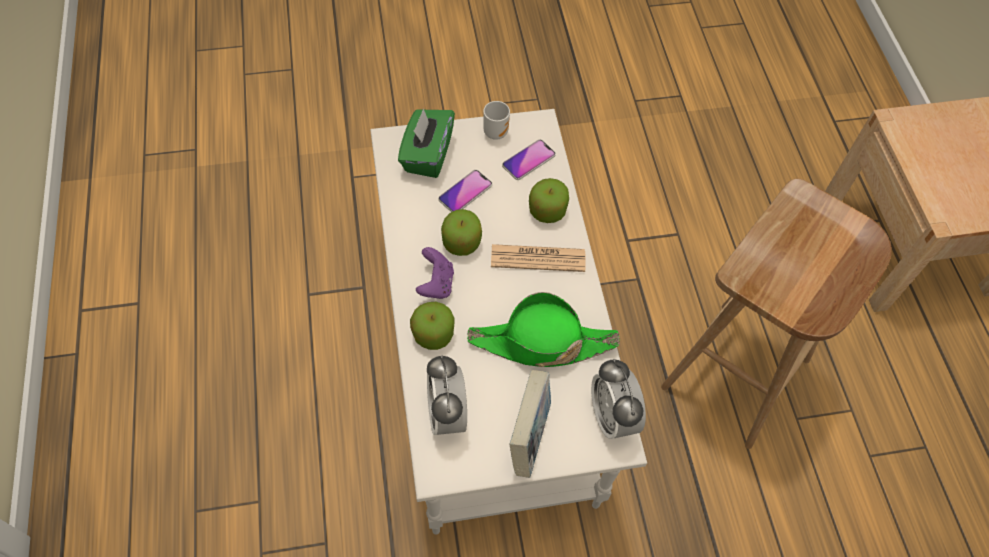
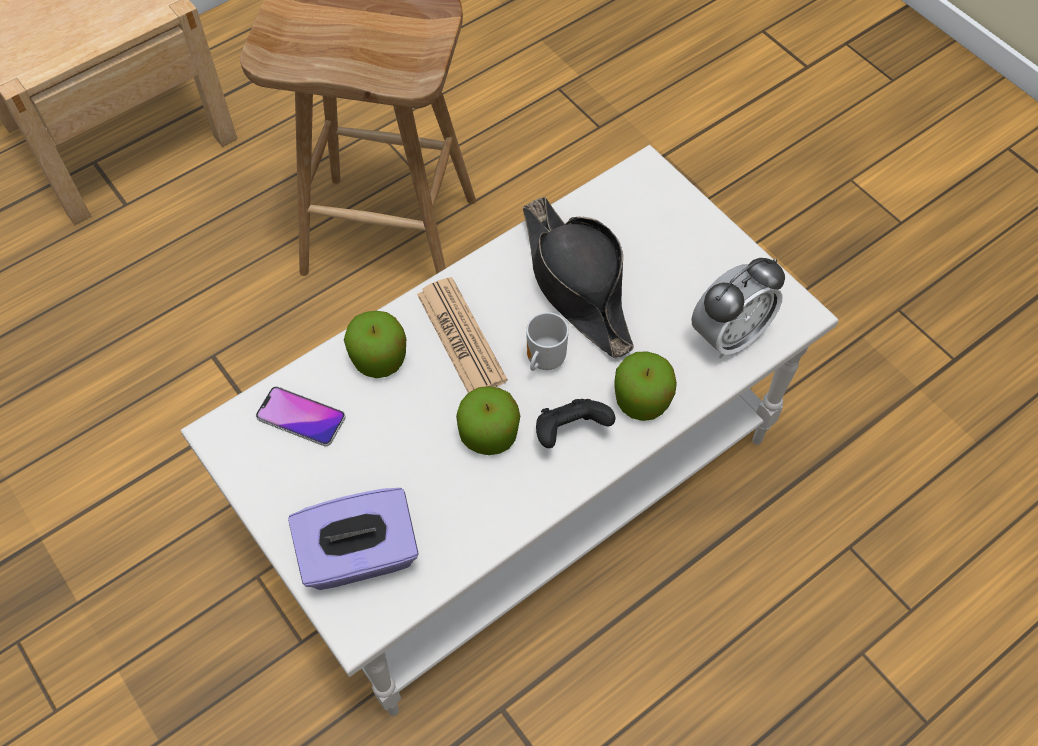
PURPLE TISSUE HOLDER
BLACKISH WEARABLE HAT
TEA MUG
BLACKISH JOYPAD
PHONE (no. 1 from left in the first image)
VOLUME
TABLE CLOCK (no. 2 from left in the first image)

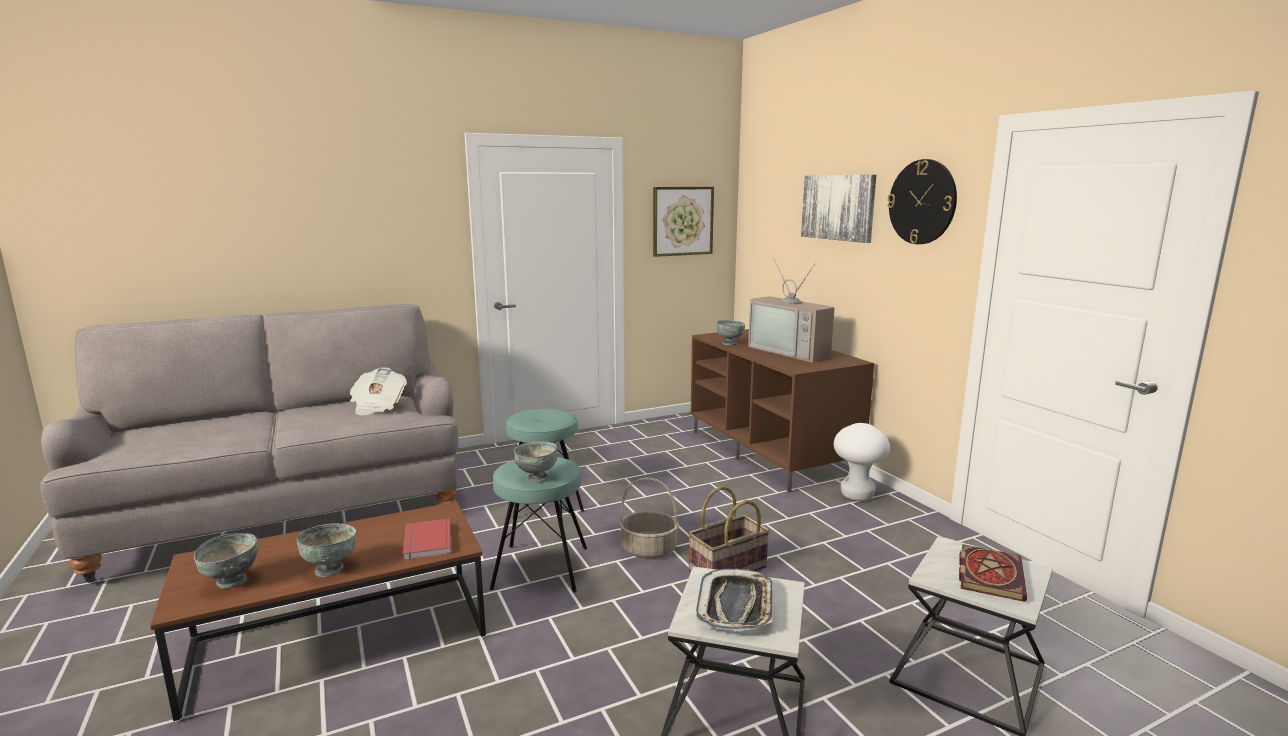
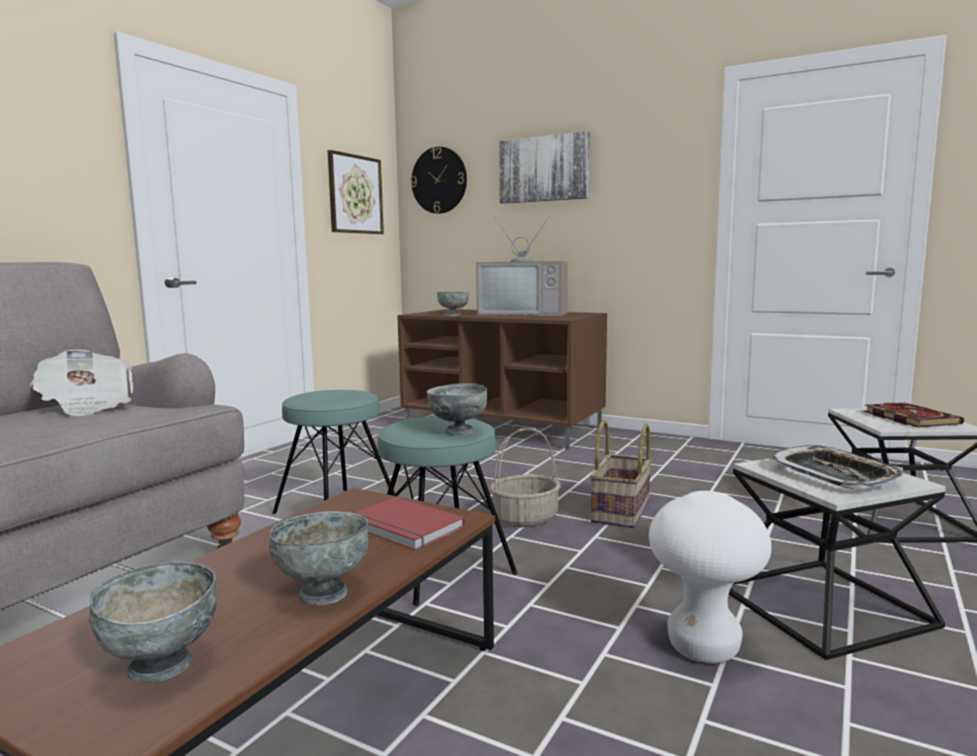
CLOCK ON THE WALL
WHITISH STOOL SEAT

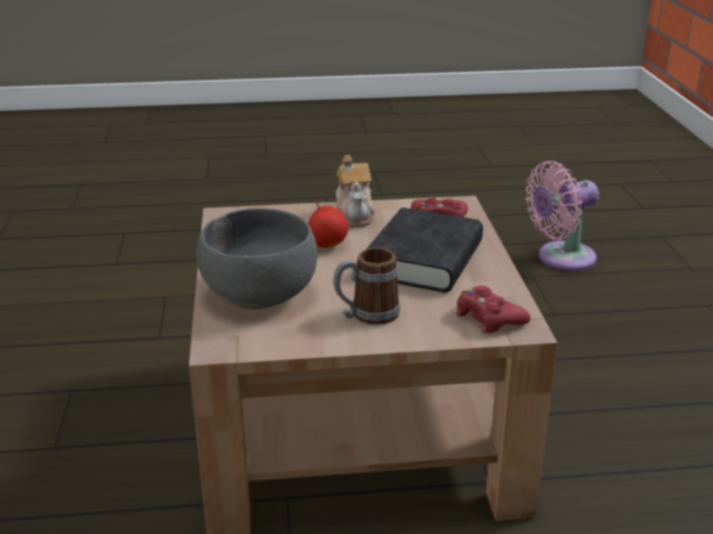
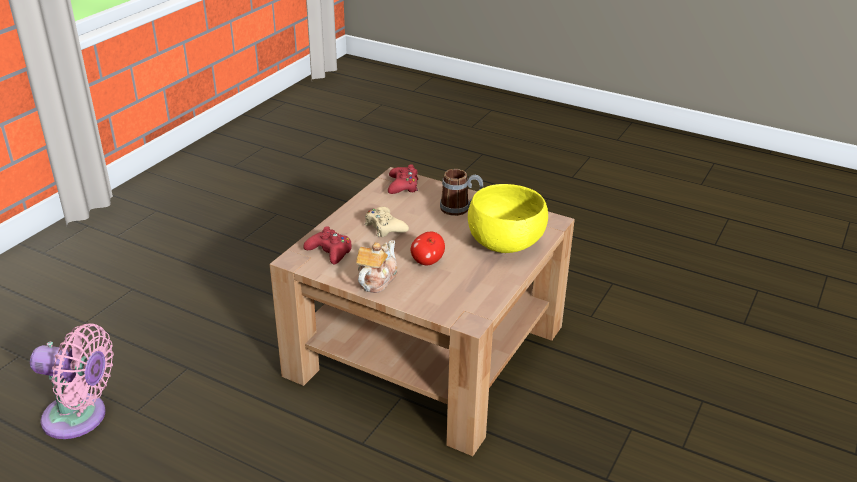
SAND-COLOURED JOYPAD
YELLOW DEEP DISH

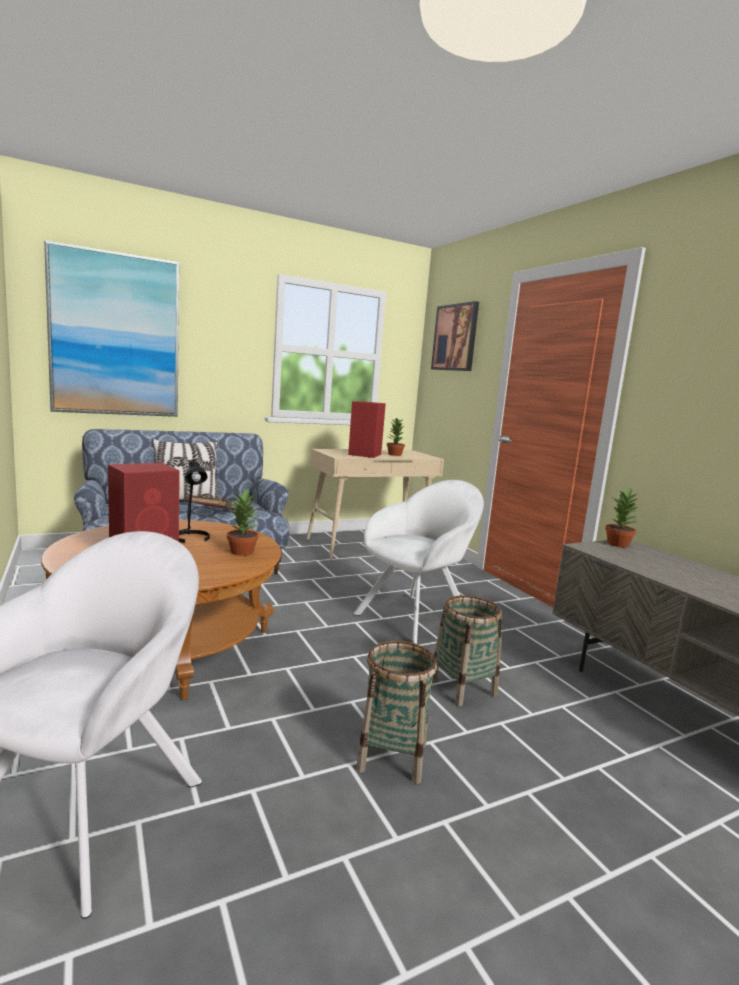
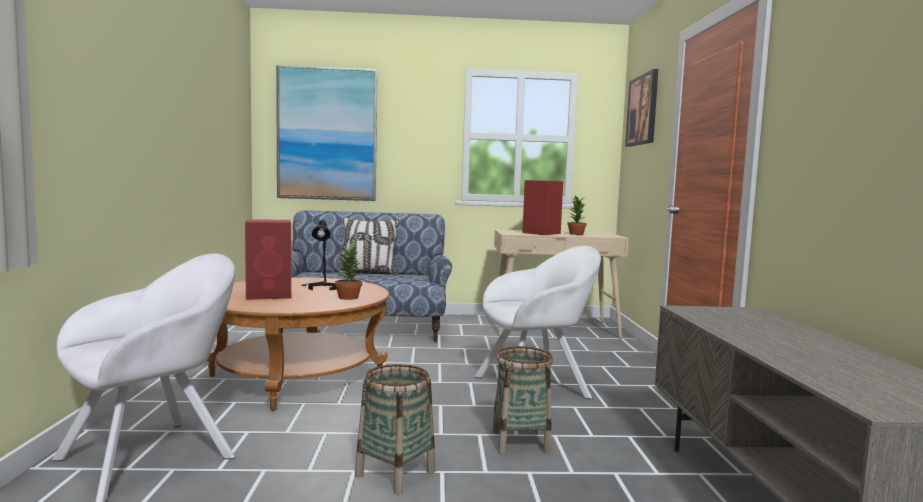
BROWNISH VOLUME
PLANT IN A POT (no. 3 from left in the first image)

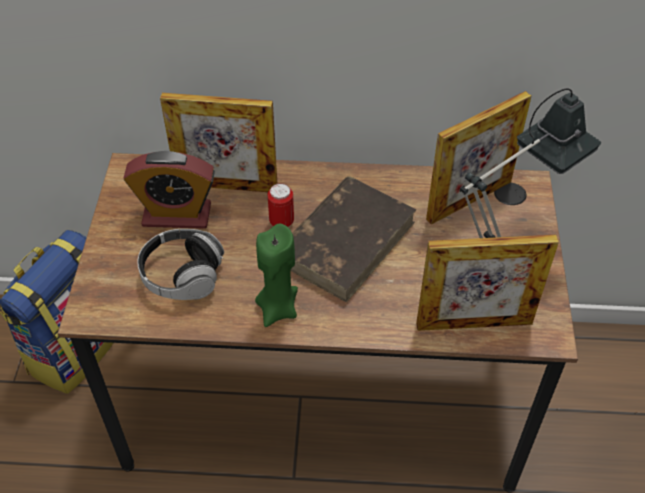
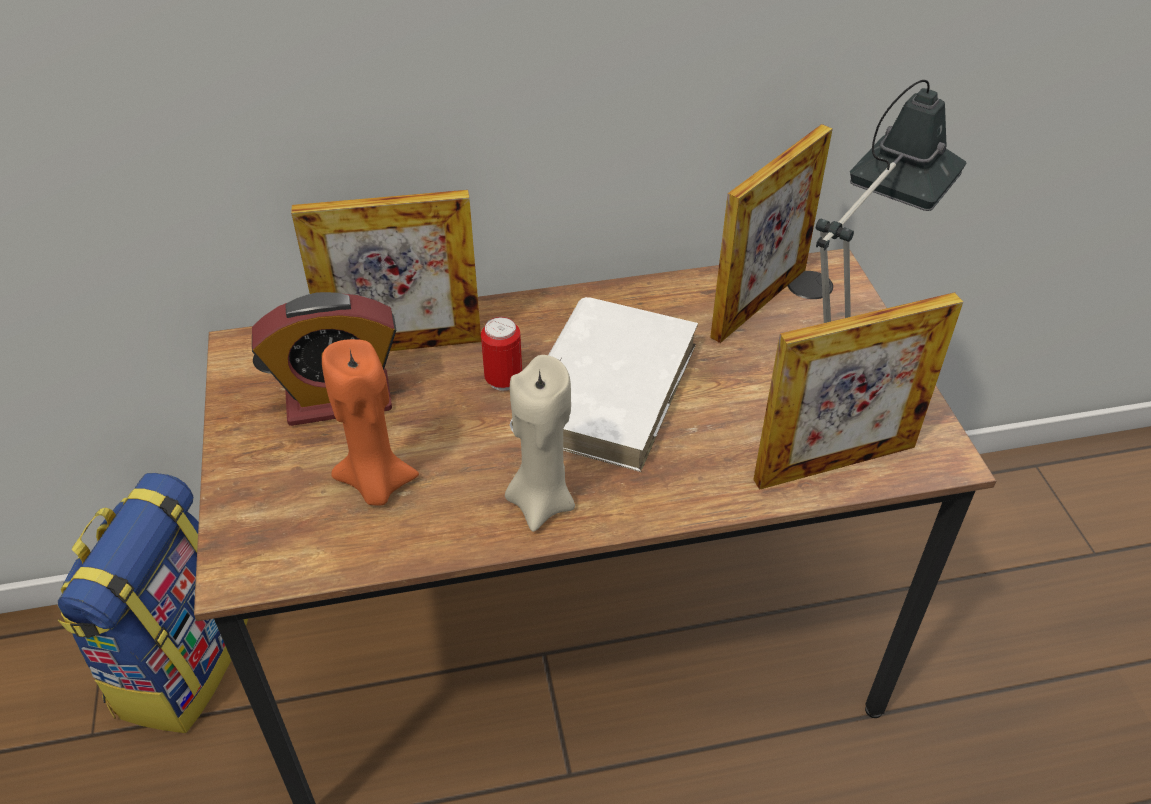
ORANGE WAX CANDLE
SAND-COLOURED WAX CANDLE
WHITISH VOLUME

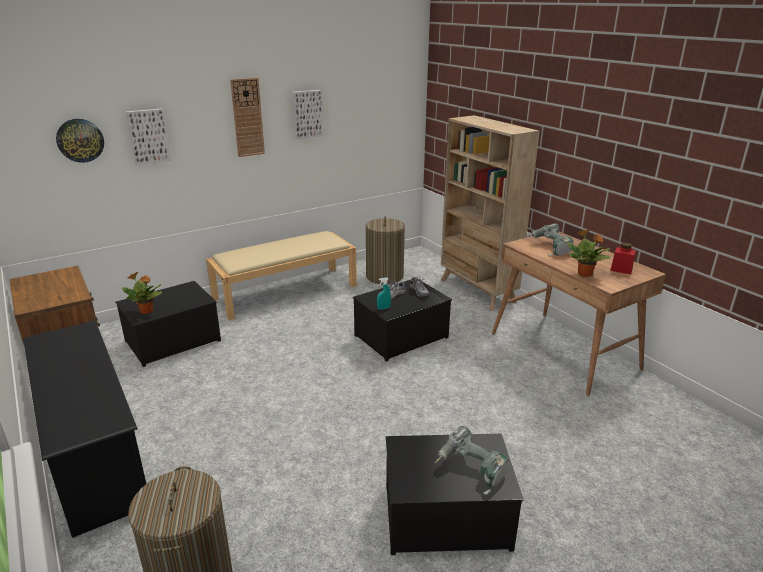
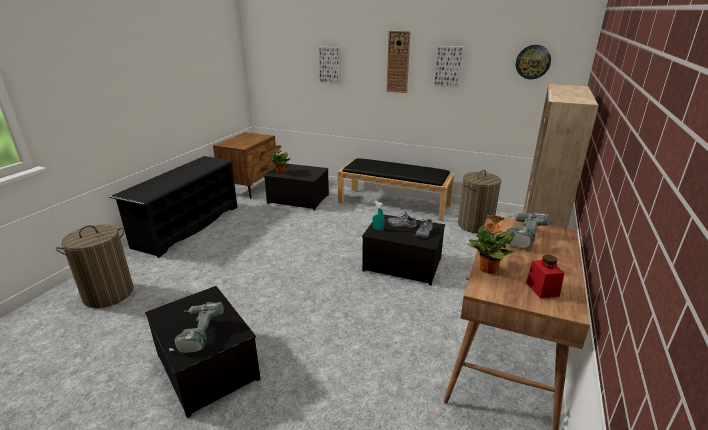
BLACKISH BENCH
CLOCK ON THE WALL (no. 2 from left)

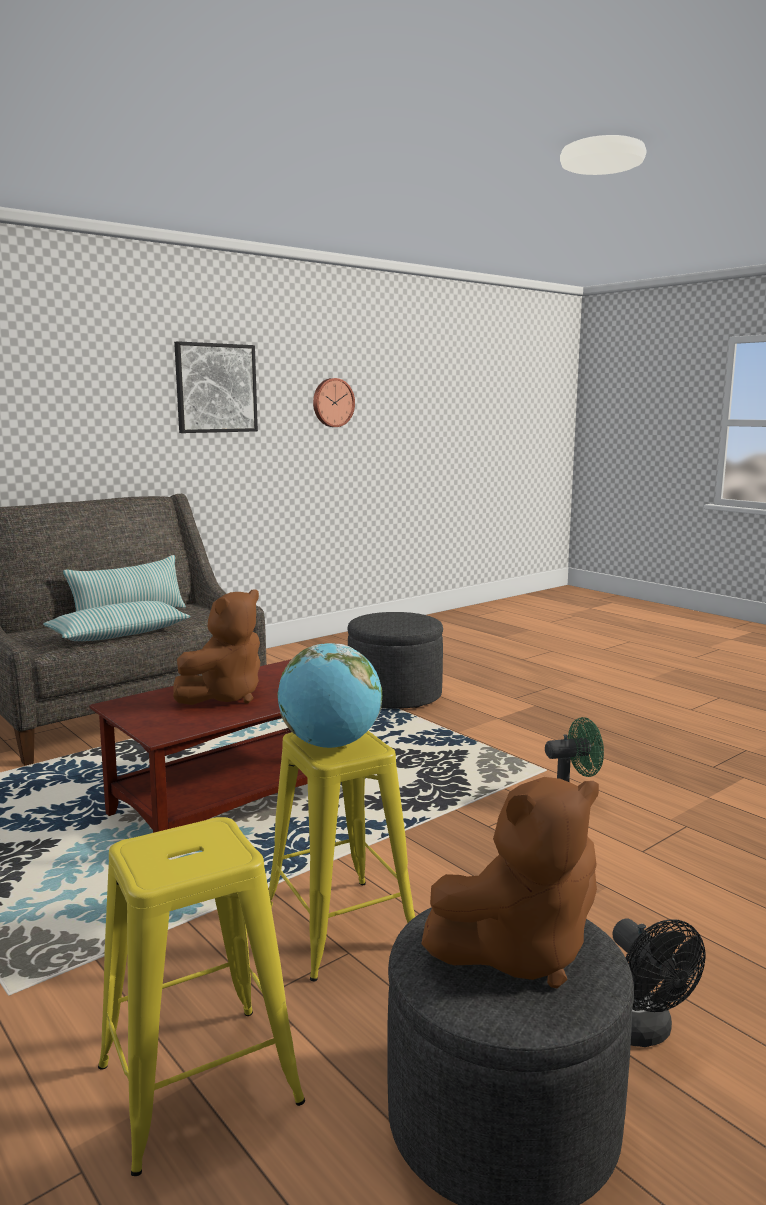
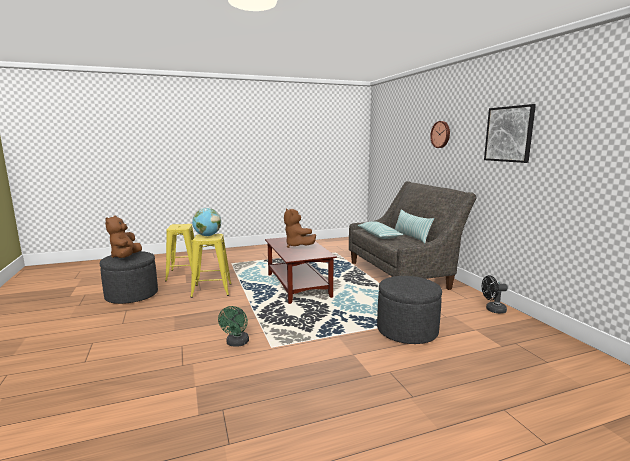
CLOCK ON THE WALL
BLACKISH FAN

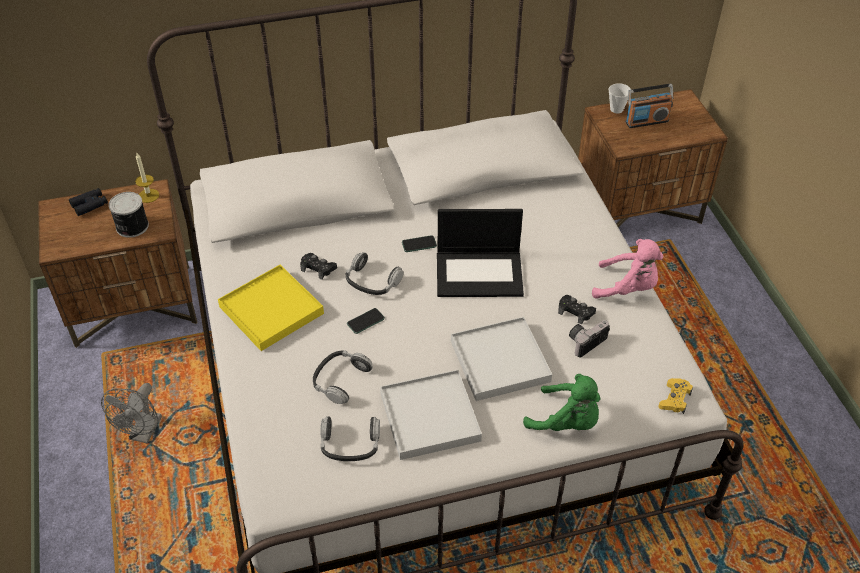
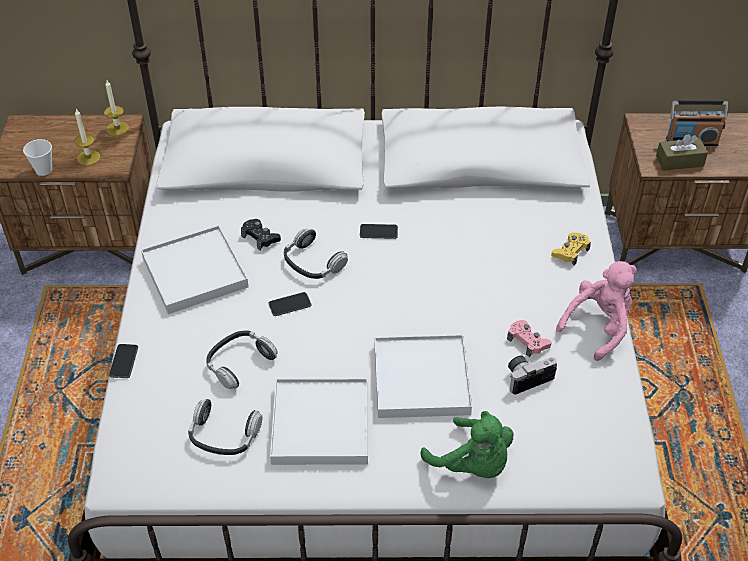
DRINKING CUP
WAX CANDLE (no. 1 from left)
PHONE (no. 1 from left)
WHITISH CARRYING TRAY (no. 1 from left)
PINKISH JOYPAD
YELLOW JOYPAD
PINKISH SOFT TOY
BROWNISH TISSUE HOLDER
BLACKISH BINOCULARS
GREYISH FAN
NOTEBOOK COMPUTER

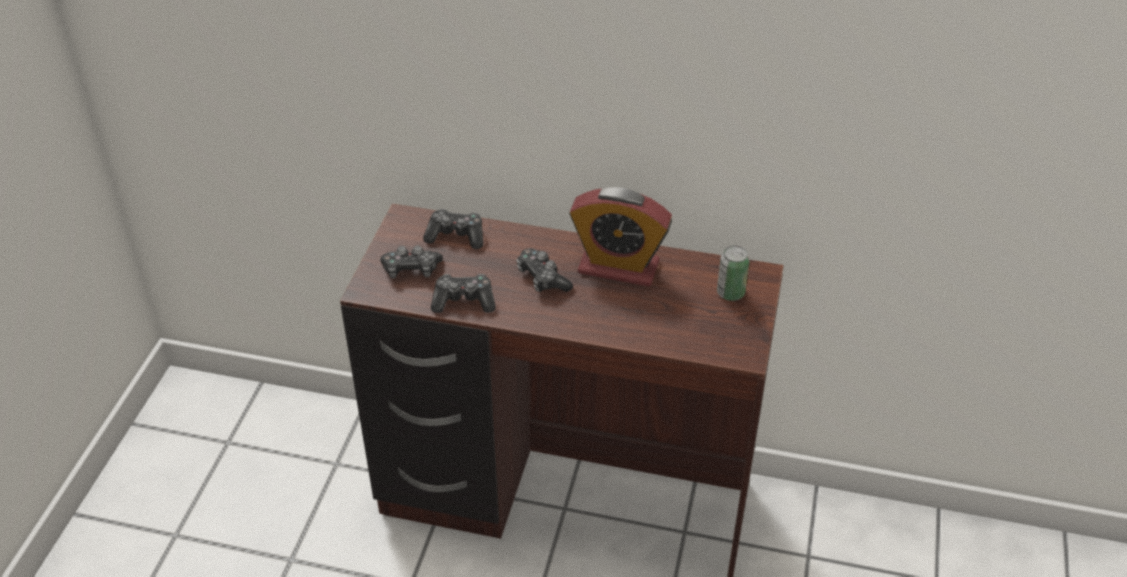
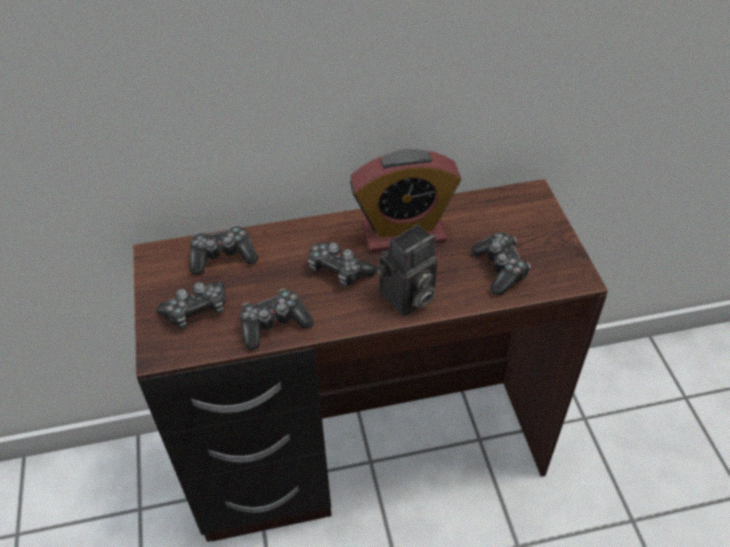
PHOTO CAMERA
JOYPAD (no. 5 from left)
SEALED CAN

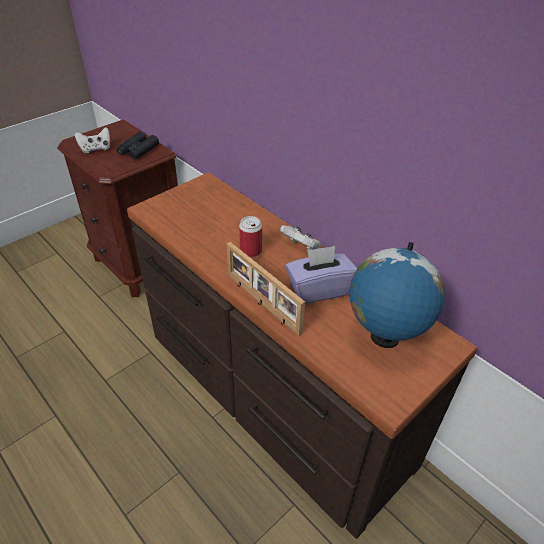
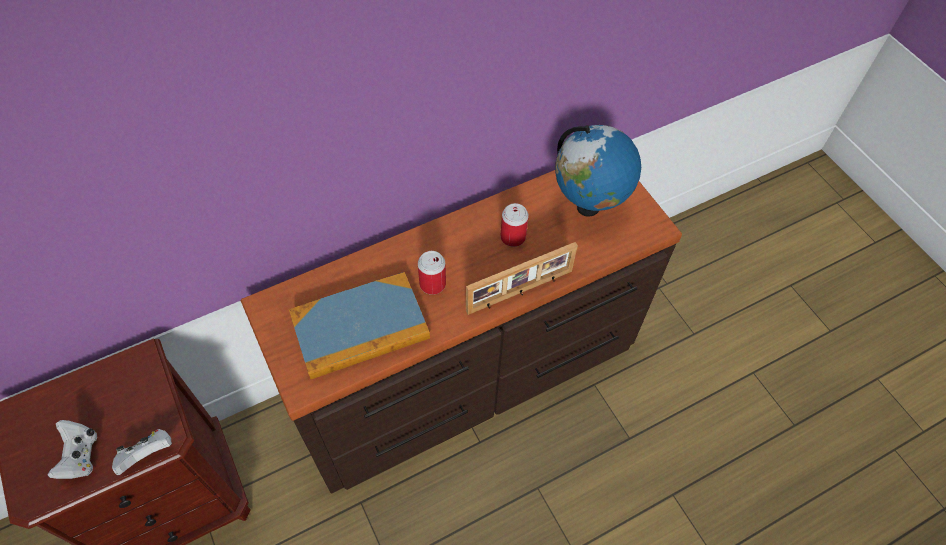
WHITISH JOYPAD (no. 2 from left)
VOLUME
SEALED CAN (no. 2 from left)
BLACKISH BINOCULARS

